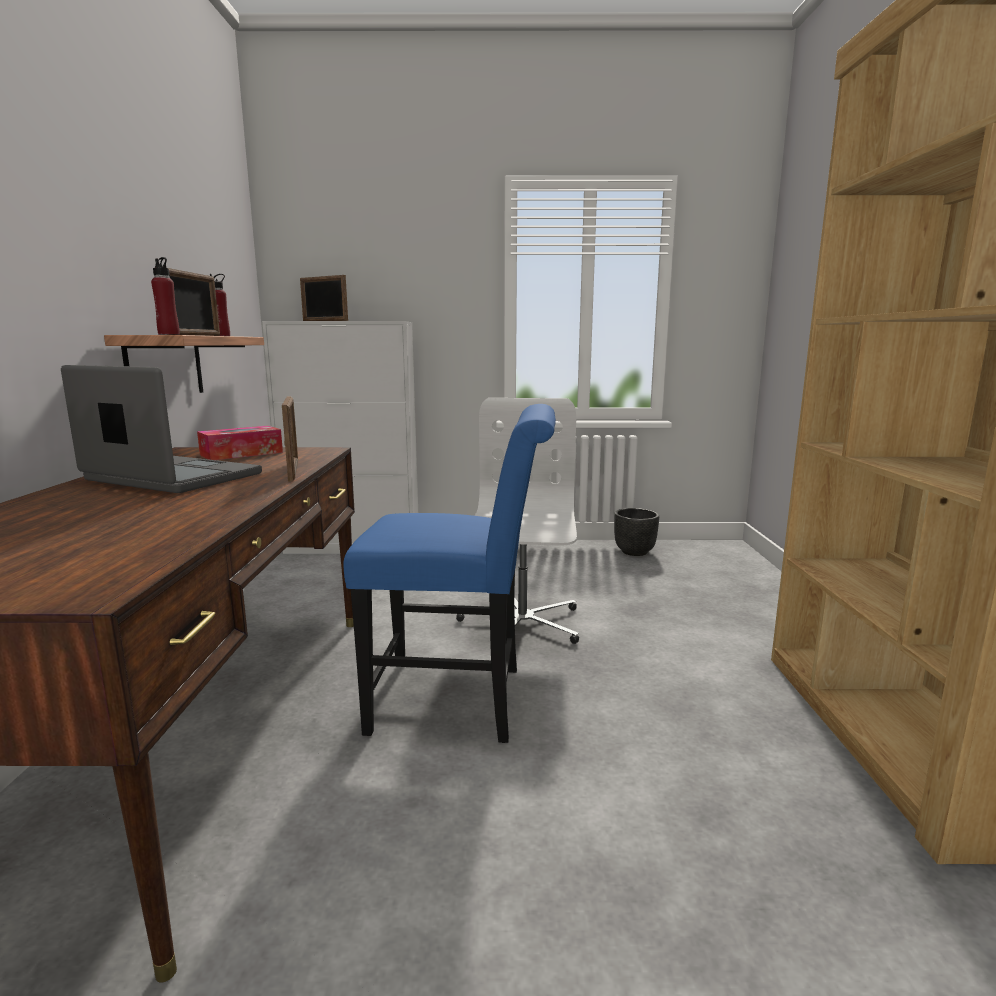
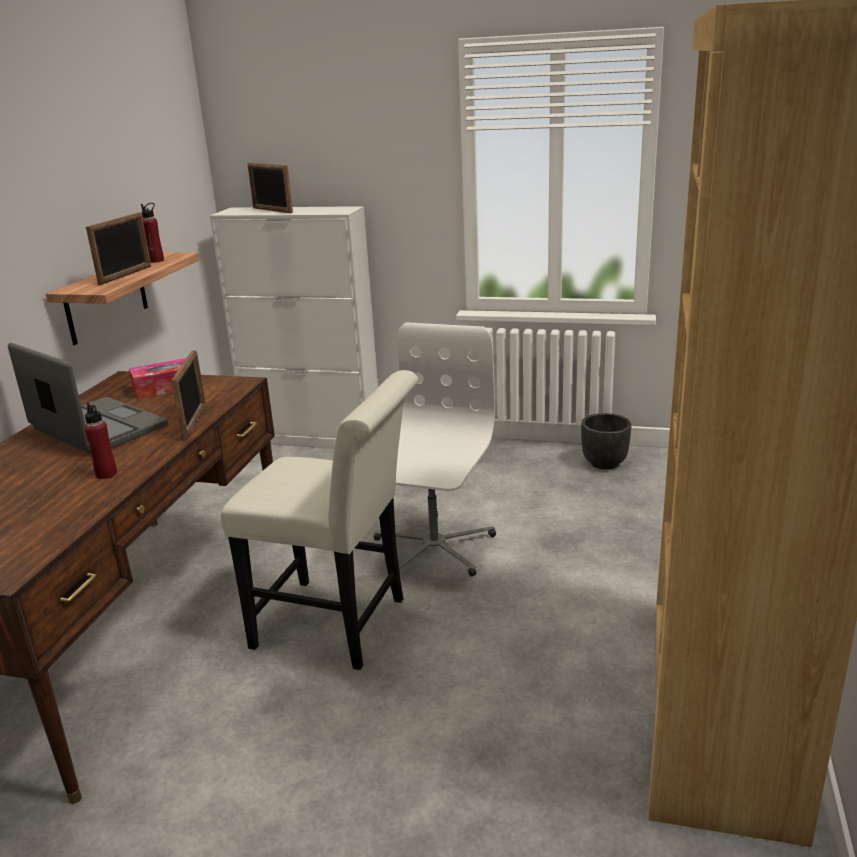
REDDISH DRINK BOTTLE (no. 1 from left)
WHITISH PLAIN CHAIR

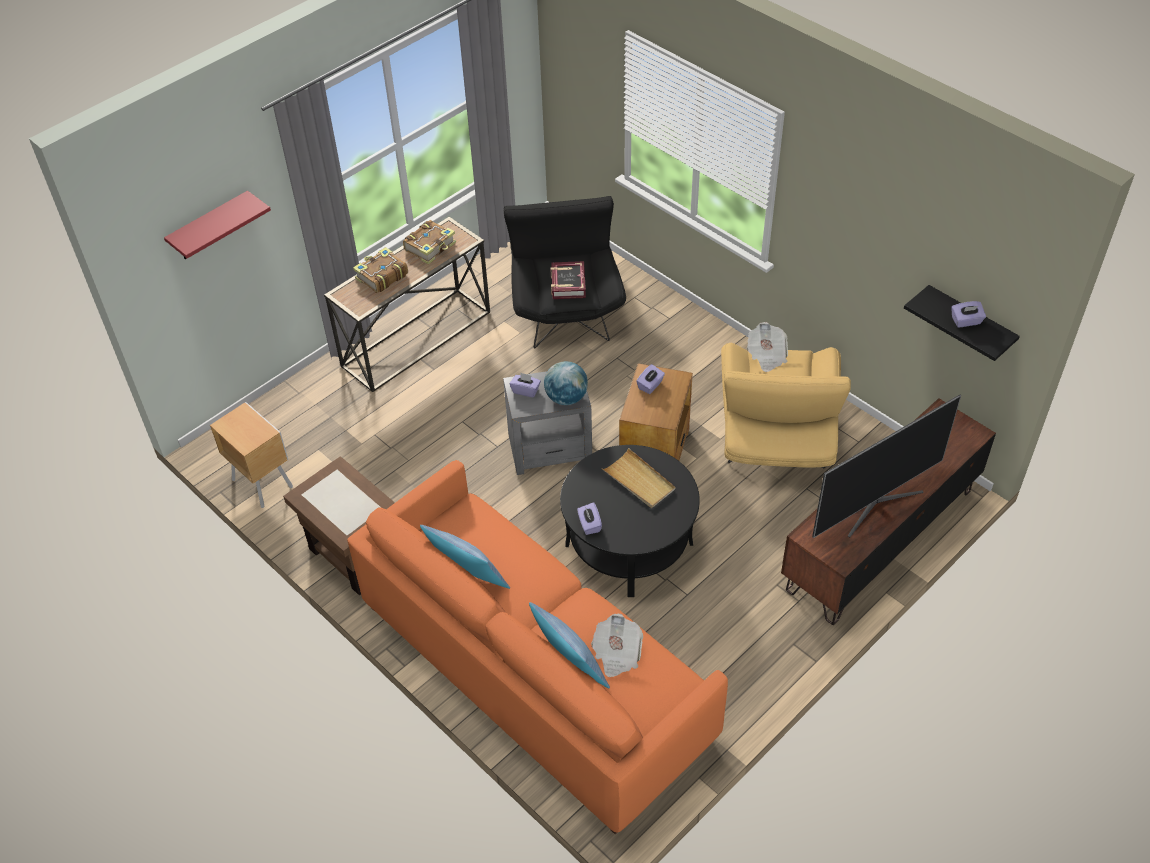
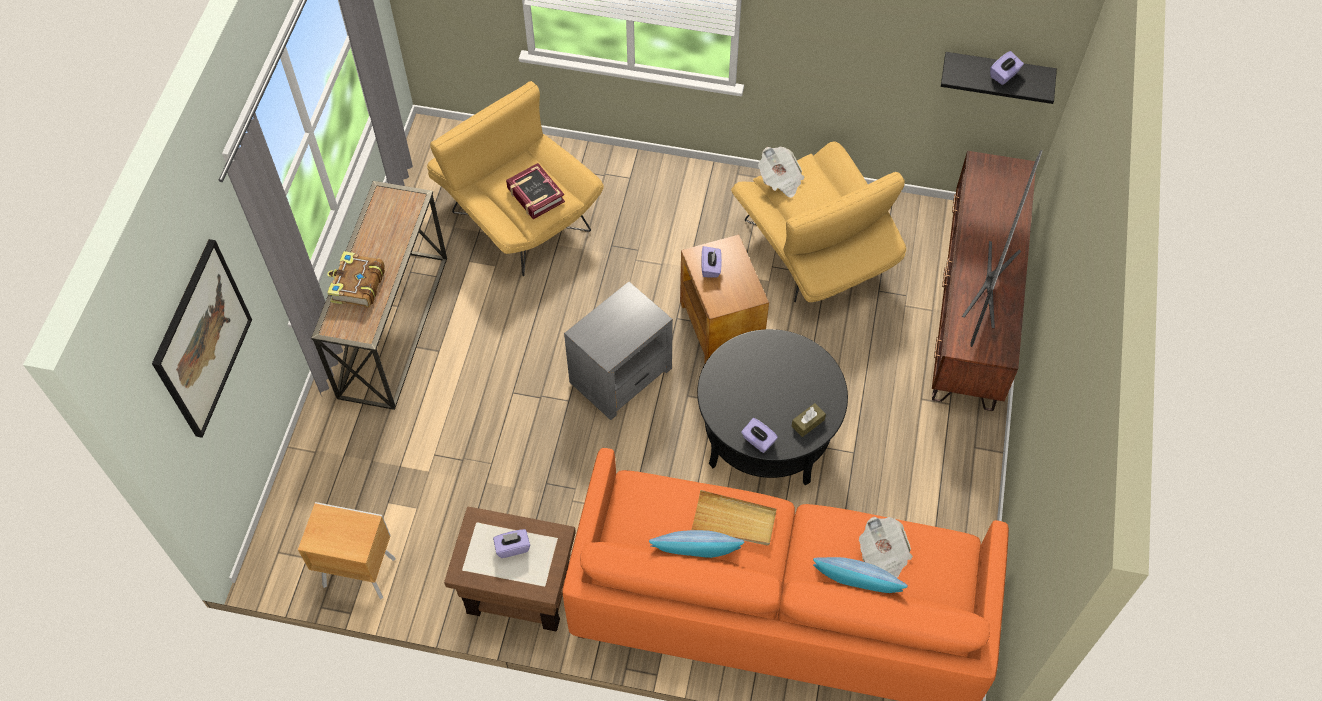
WALL ART
YELLOW LOUNGE CHAIR (no. 1 from left)
PURPLE TISSUE HOLDER (no. 1 from left)
SAND-COLOURED CARRYING TRAY
BROWNISH TISSUE HOLDER
VOLUME (no. 2 from left in the first image)
WORLD GLOBE

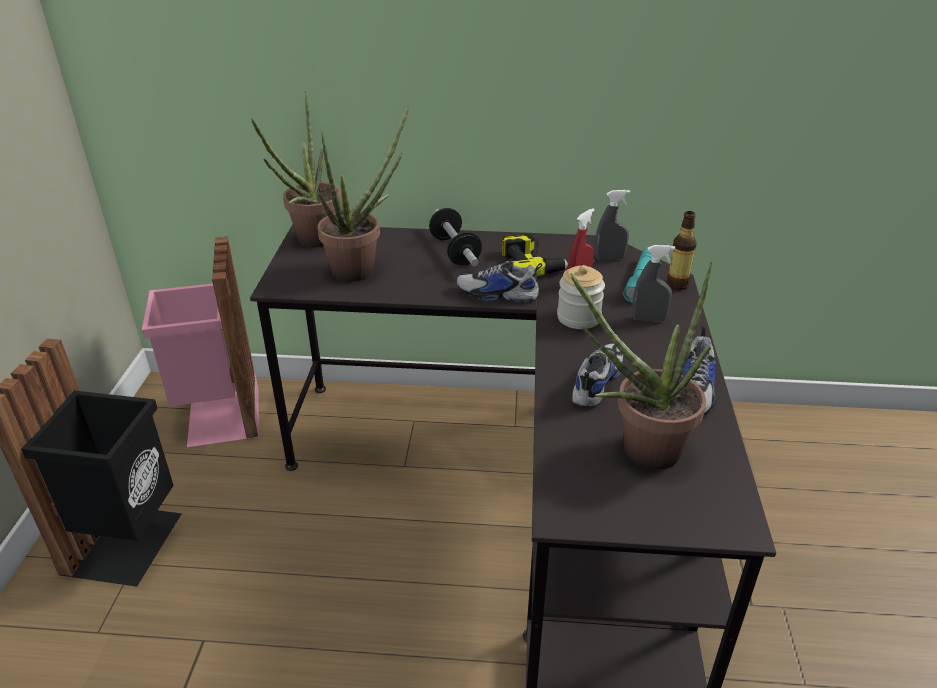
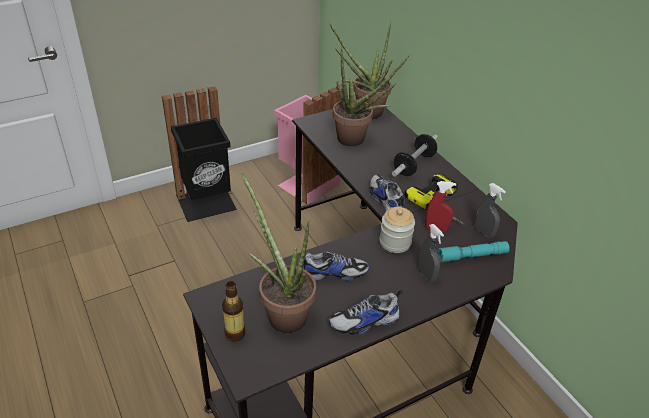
DRINK BOTTLE

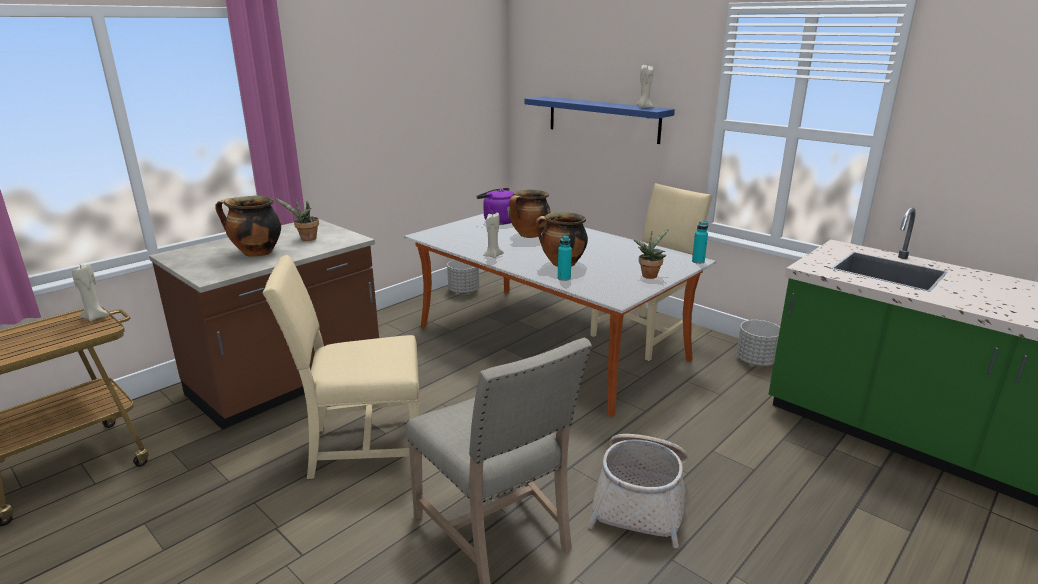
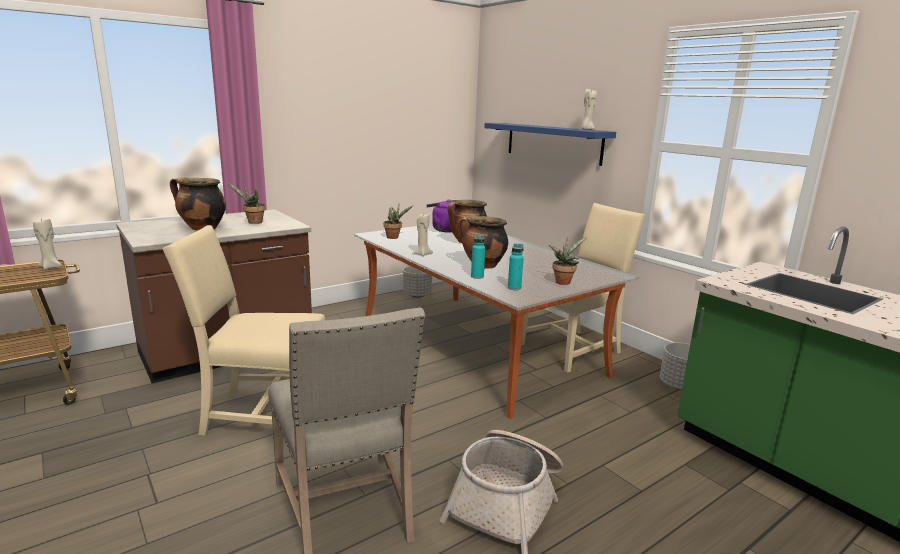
PLANT IN A POT (no. 2 from left)
TURQUOISE DRINK BOTTLE (no. 2 from left)

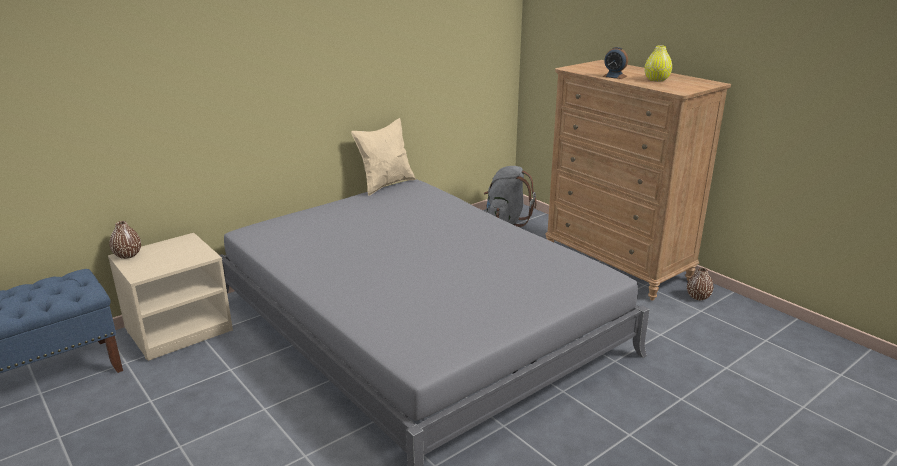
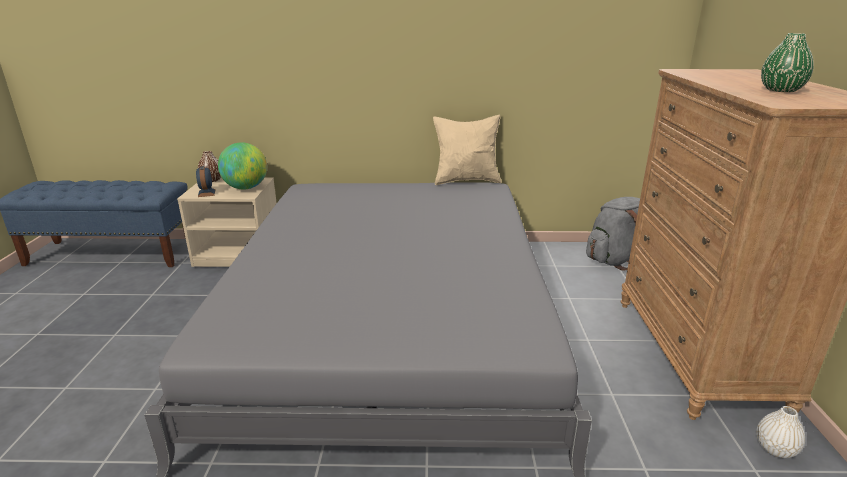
TABLE CLOCK
WORLD GLOBE
WHITISH VASE
GREENISH VASE

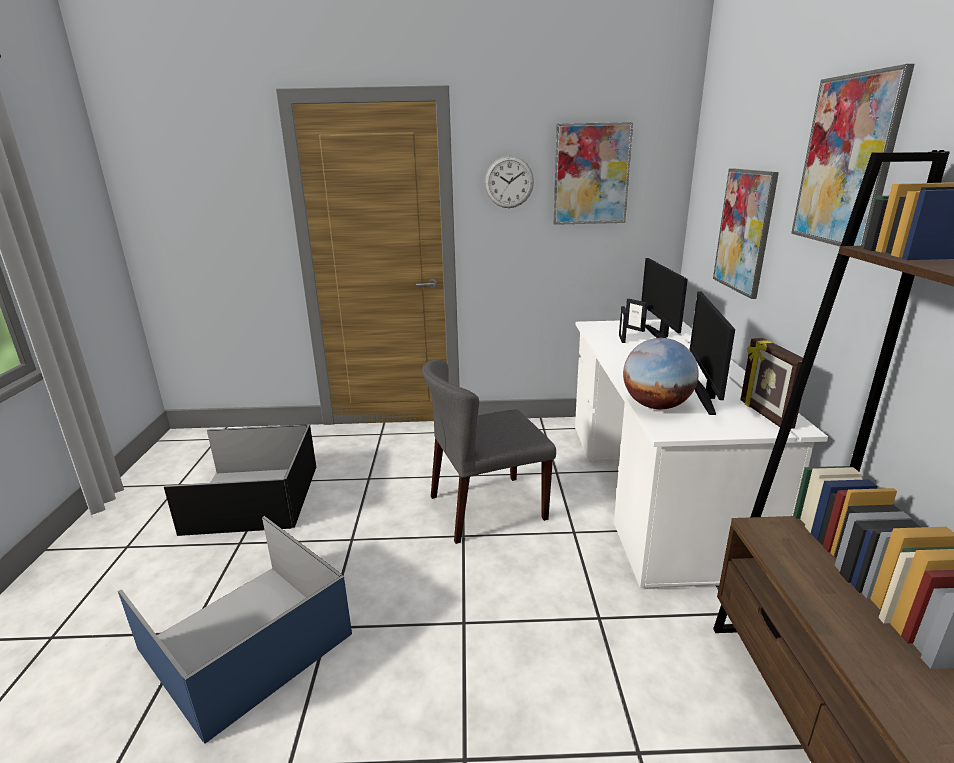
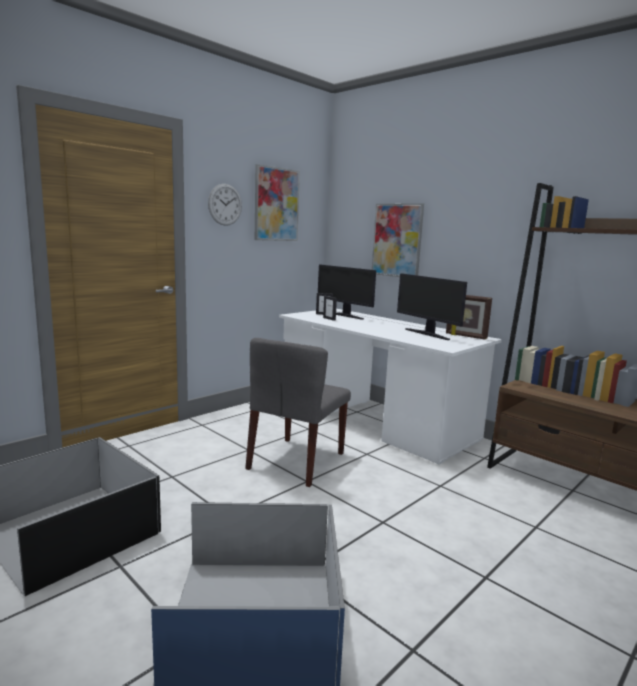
WORLD GLOBE
WALL ART (no. 3 from left in the first image)

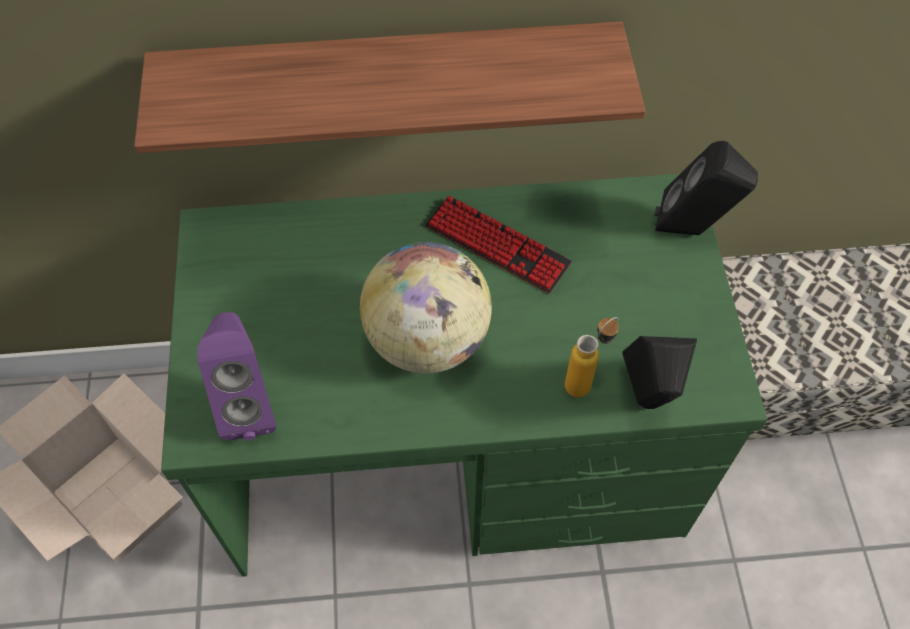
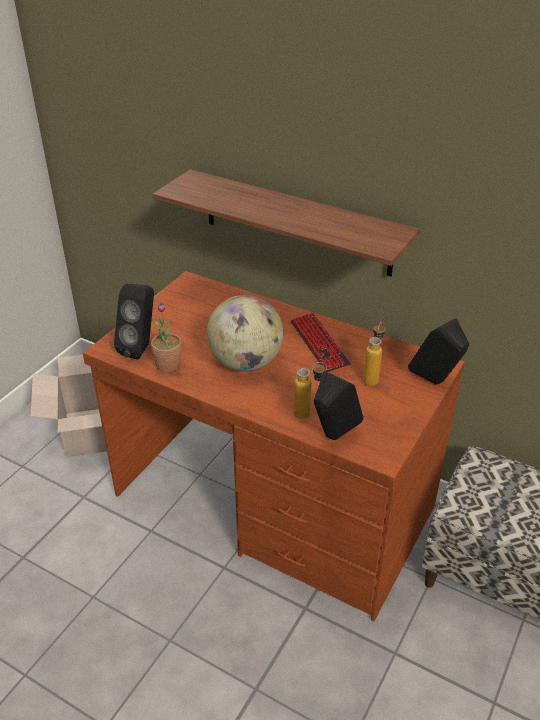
BROWNISH DESK UNIT
BLACKISH SPEAKER (no. 1 from left)
PLANT IN A POT
DRINK BOTTLE (no. 2 from left)

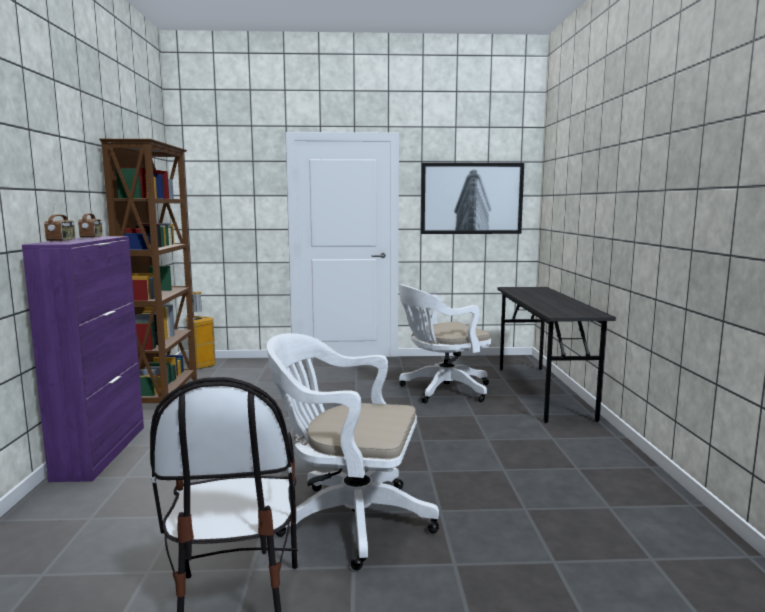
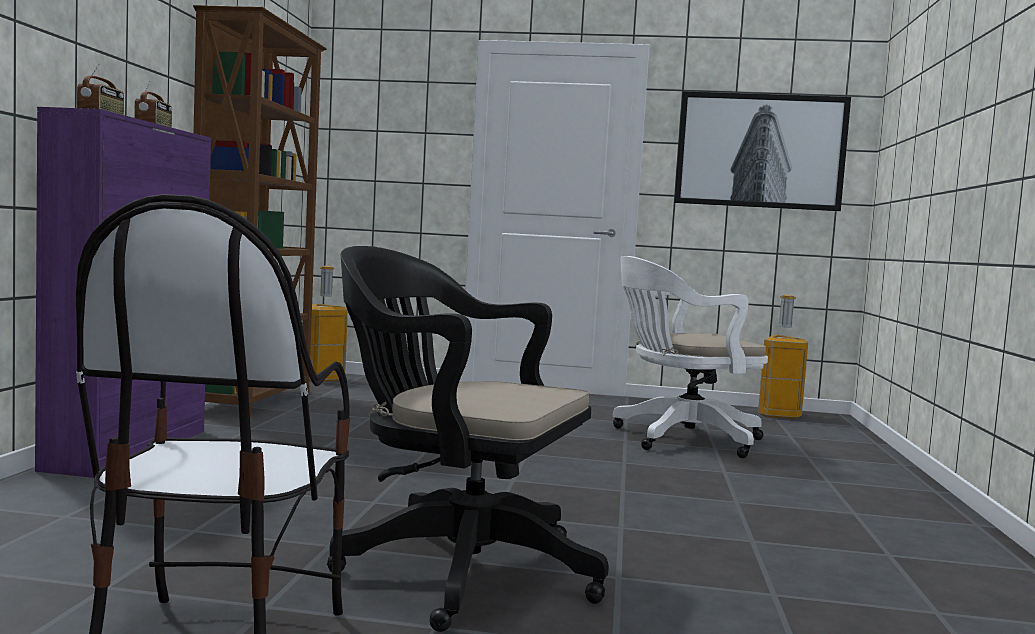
BLACKISH OFFICE CHAIR
RUBBISH BIN (no. 2 from left)
GREYISH DESK UNIT

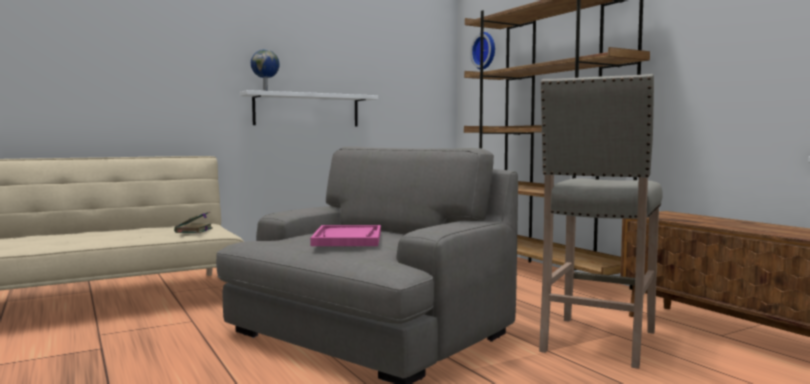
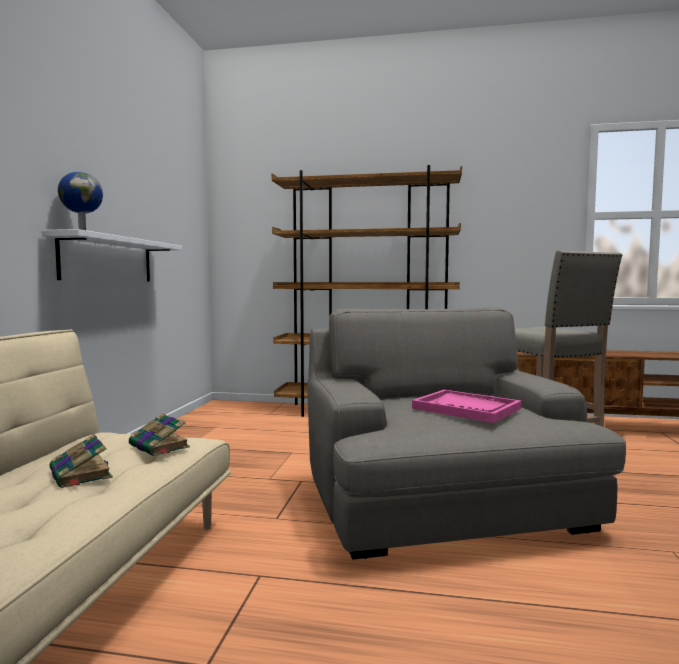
VOLUME (no. 1 from left)
CLOCK ON THE WALL

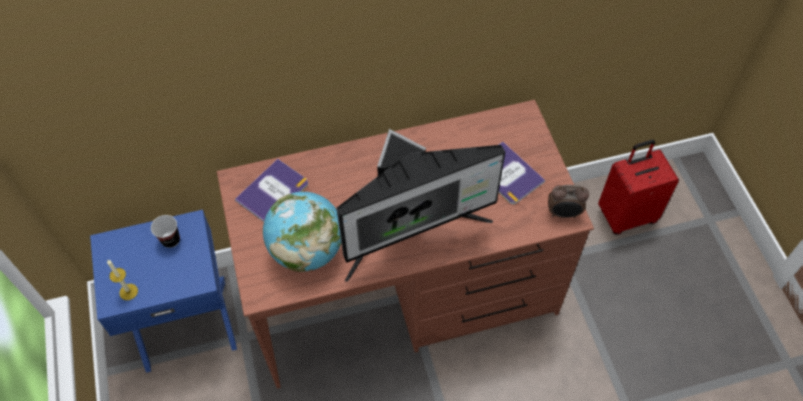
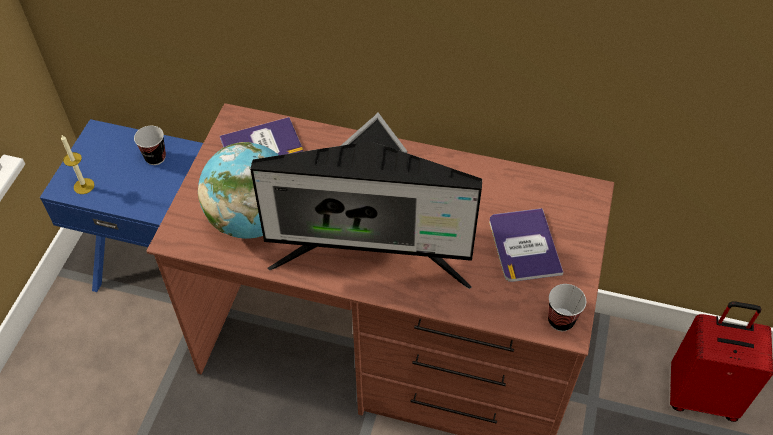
DRINKING CUP (no. 2 from left)

